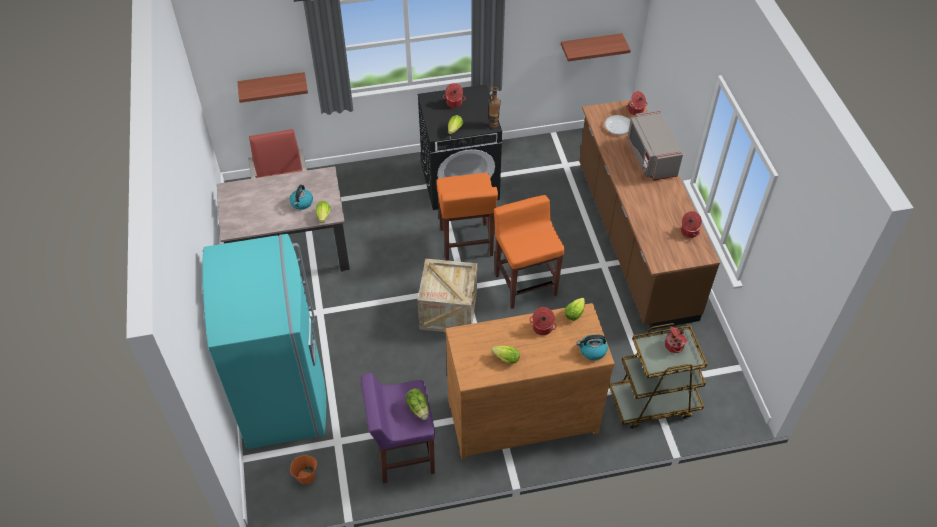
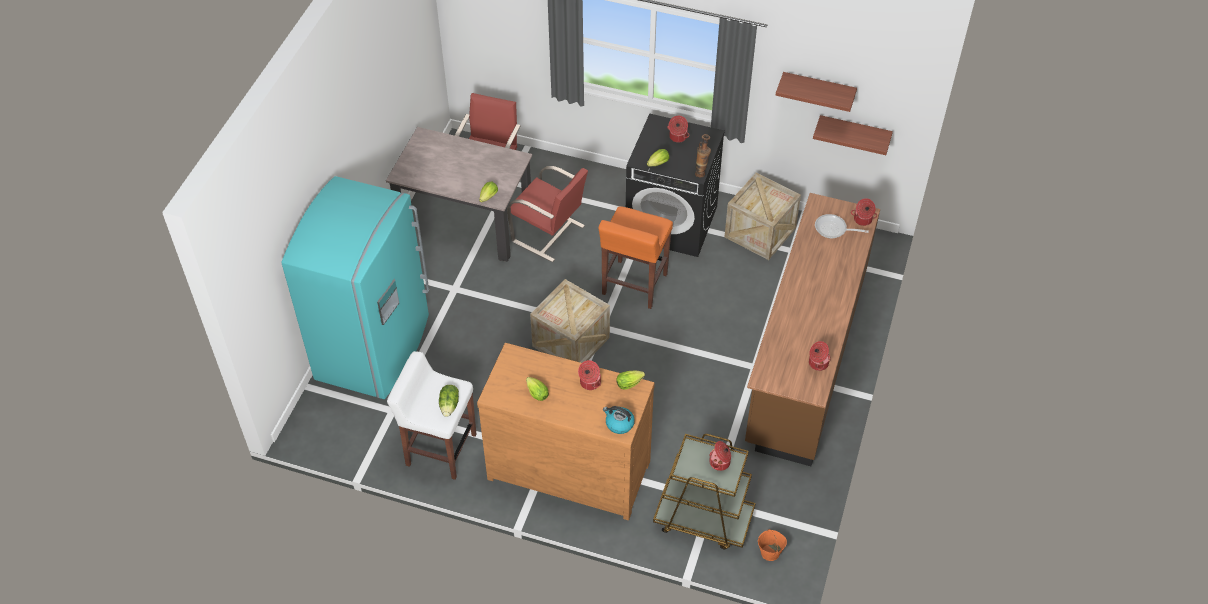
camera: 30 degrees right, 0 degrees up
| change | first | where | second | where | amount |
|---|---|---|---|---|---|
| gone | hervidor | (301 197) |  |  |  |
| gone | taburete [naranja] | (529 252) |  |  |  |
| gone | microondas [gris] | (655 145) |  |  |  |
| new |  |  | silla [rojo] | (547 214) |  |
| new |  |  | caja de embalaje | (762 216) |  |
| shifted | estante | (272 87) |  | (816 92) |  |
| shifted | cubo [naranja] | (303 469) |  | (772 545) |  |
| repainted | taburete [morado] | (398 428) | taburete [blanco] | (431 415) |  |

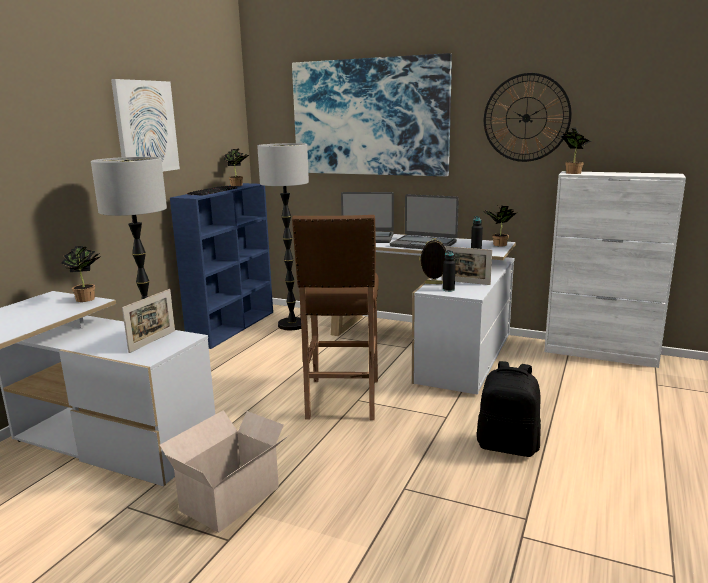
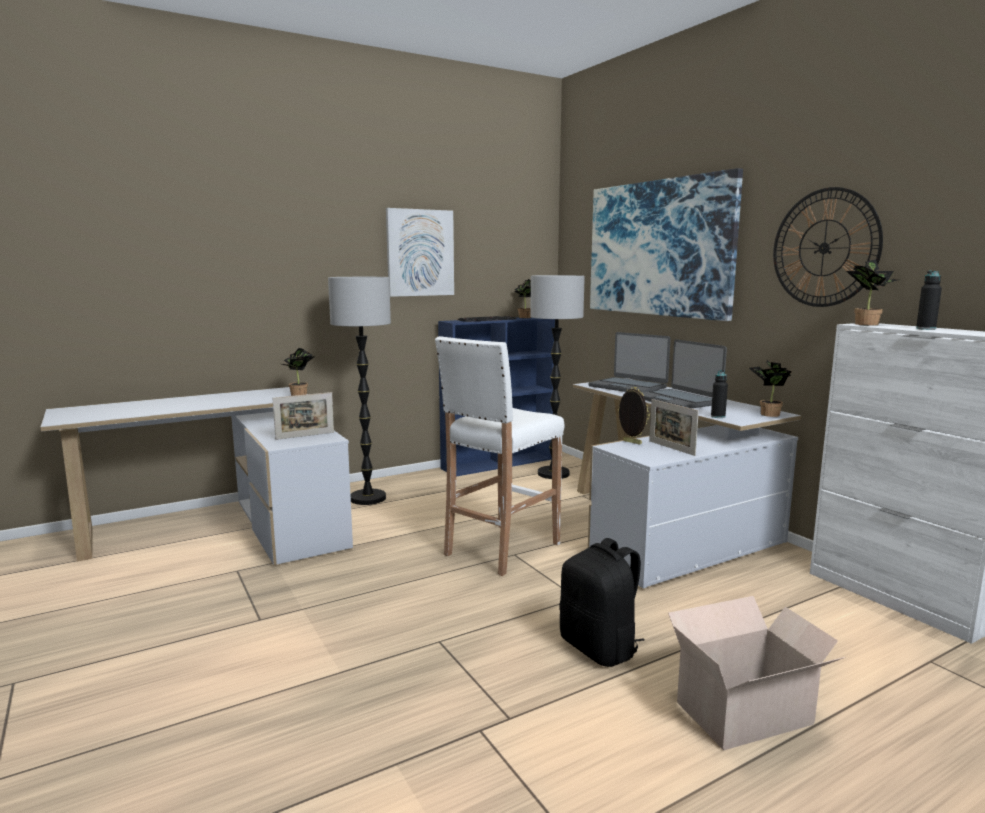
camera: 35 degrees right, 5 degrees down
| change | first | where | second | where | amount |
|---|---|---|---|---|---|
| shifted | caja de cartón | (224 471) |  | (756 673) |  |
| shifted | botella [negro] | (449 271) |  | (929 300) |  |
| repainted | taburete [marrón] | (335 317) | taburete [blanco] | (499 456) |  |

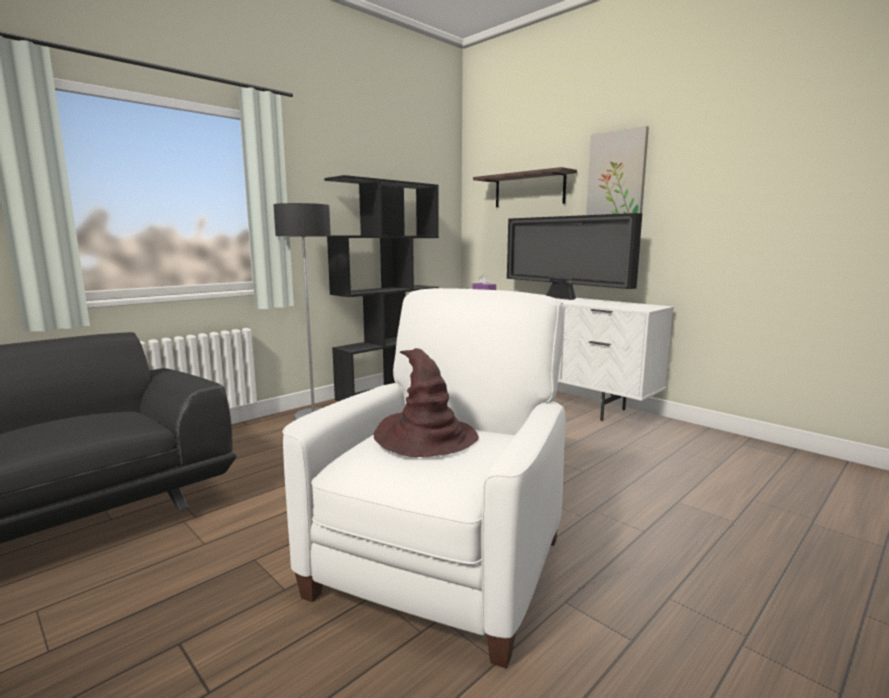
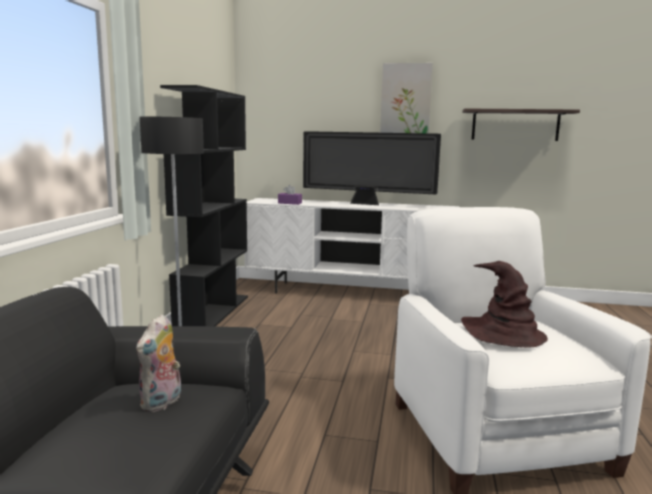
camera: 35 degrees left, 0 degrees up
| change | first | where | second | where | amount |
|---|---|---|---|---|---|
| new |  |  | peluche | (158 363) |  |
| shifted | estante | (525 187) |  | (521 124) |  |

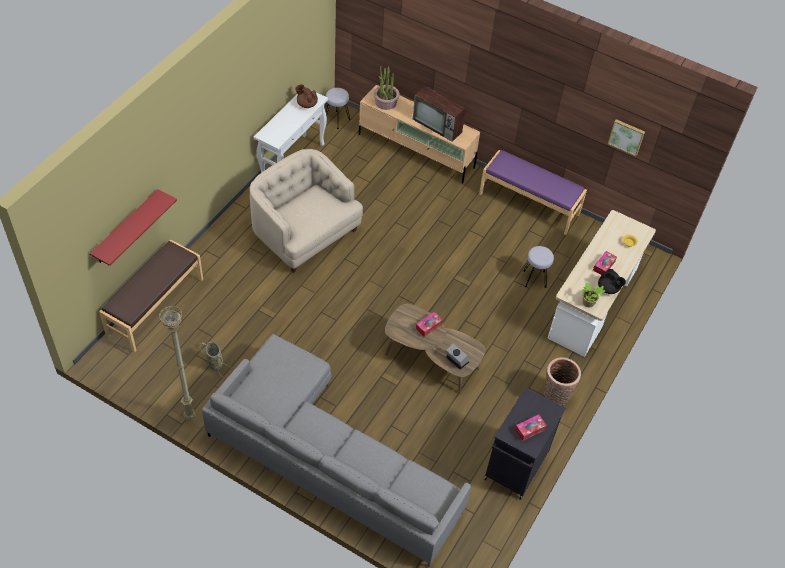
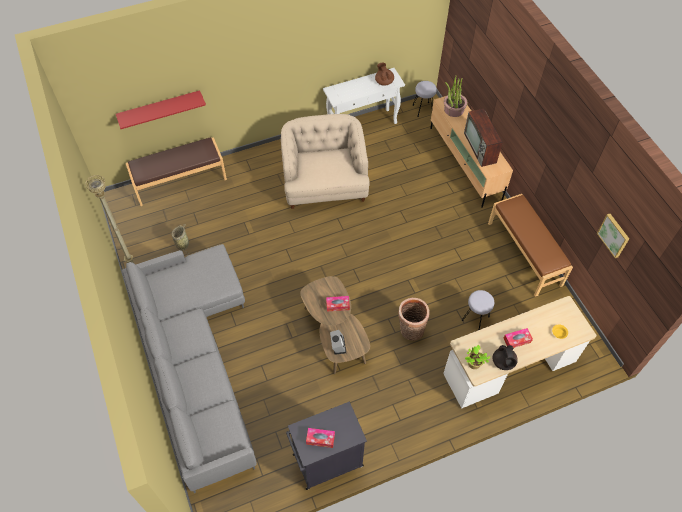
camera: 40 degrees right, 5 degrees up
| change | first | where | second | where | amount |
|---|---|---|---|---|---|
| shifted | cesta | (562 381) |  | (414 319) |  |
| repainted | banco [morado] | (533 192) | banco [marrón] | (530 245) |  |

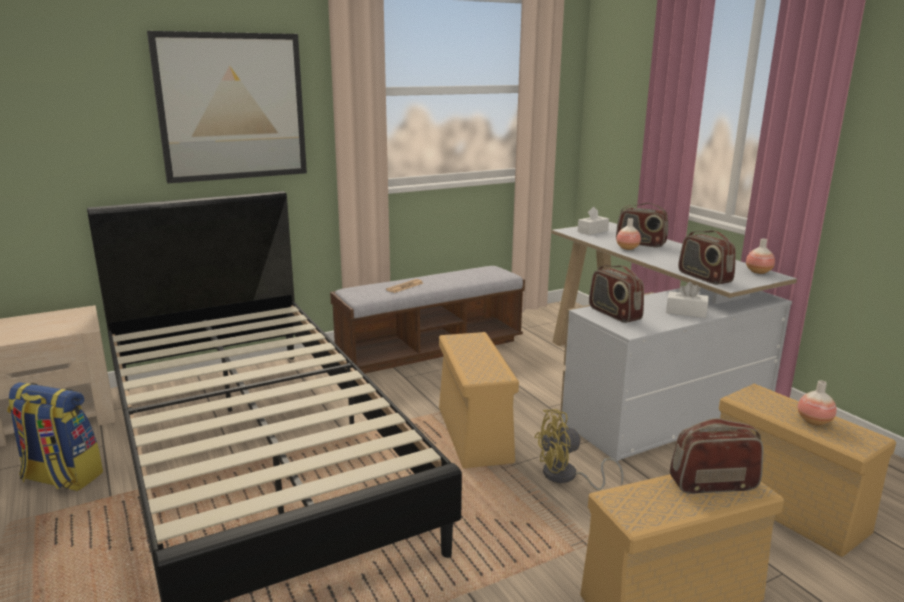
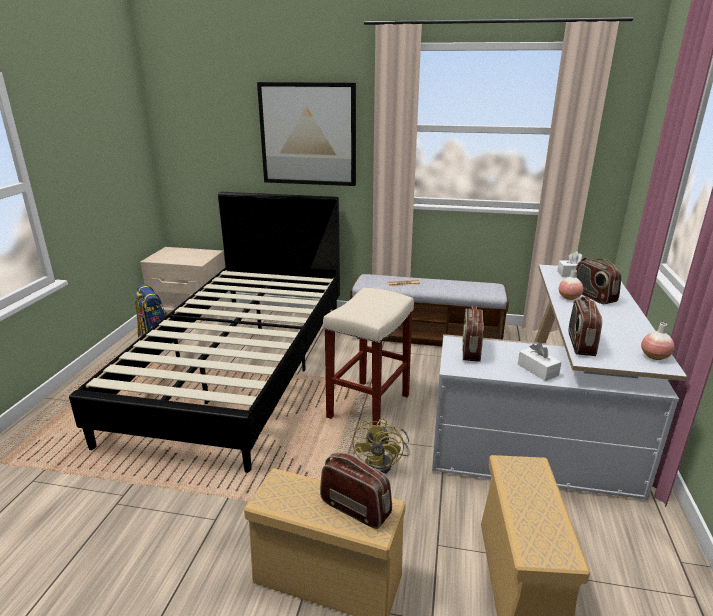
camera: 40 degrees right, 5 degrees up
| change | first | where | second | where | amount |
|---|---|---|---|---|---|
| gone | florero | (817 403) |  |  |  |
| swapped | caja de almacenaje [beis] | (479 400) | taburete [beis] | (368 357) |  |
| rotated | ventilador [amarillo] | (579 449) |  | (381 446) | 105 degrees counterclockwise |

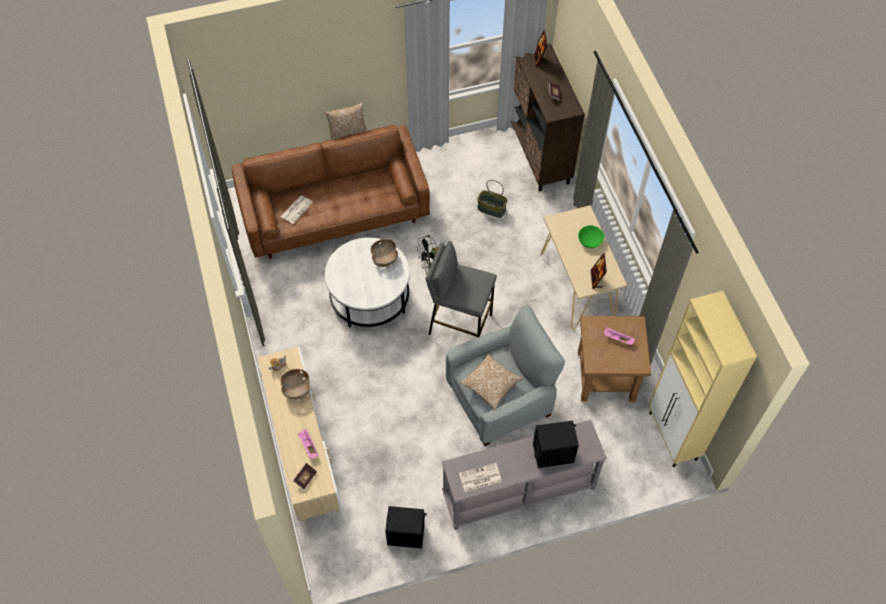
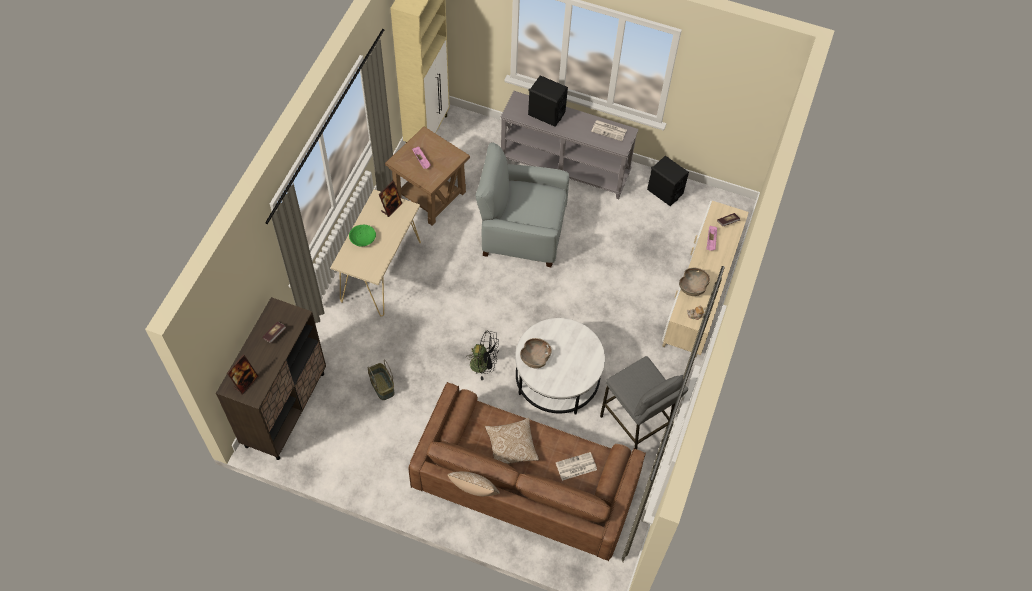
camera: 145 degrees left, 0 degrees up
| change | first | where | second | where | amount |
|---|---|---|---|---|---|
| shifted | taburete [gris] | (461 289) |  | (644 402) |  |
| shifted | cojín | (491 381) |  | (512 441) |  |

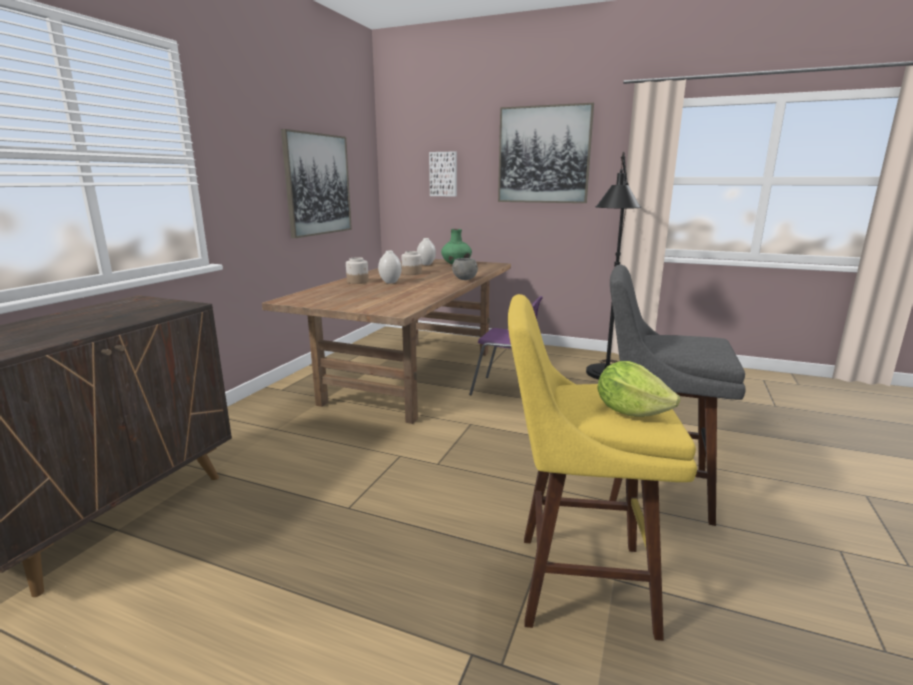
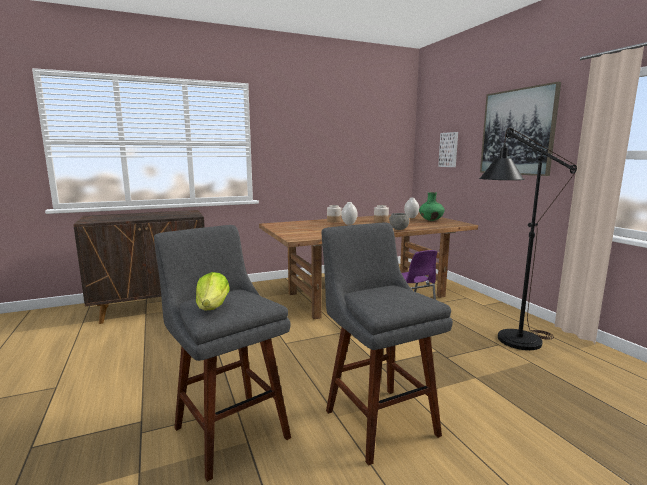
camera: 45 degrees right, 5 degrees down
| change | first | where | second | where | amount |
|---|---|---|---|---|---|
| gone | cuadro | (316 183) |  |  |  |
| repainted | taburete [amarillo] | (602 467) | taburete [gris] | (222 353) |  |

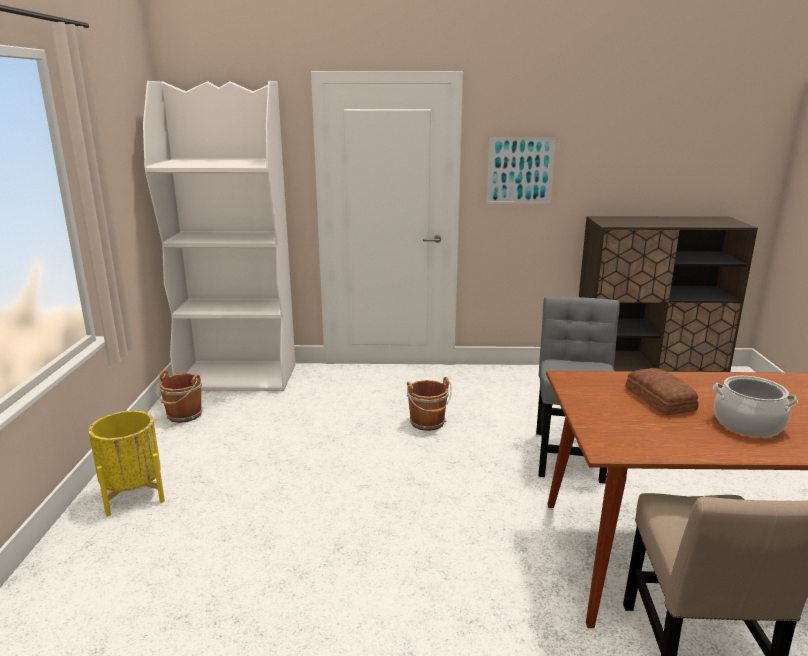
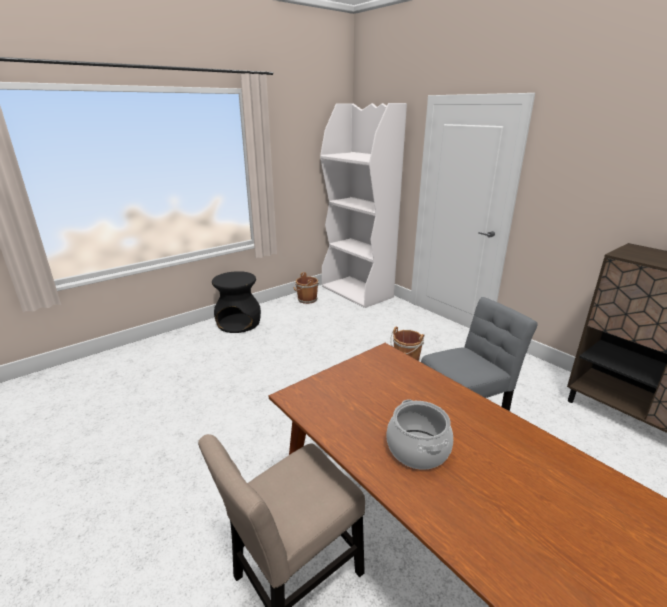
camera: 50 degrees right, 5 degrees up
| change | first | where | second | where | amount |
|---|---|---|---|---|---|
| gone | cuadro | (521 170) |  |  |  |
| gone | pan | (662 392) |  |  |  |
| swapped | maceta [amarillo] | (127 463) | taburete [negro] | (236 302) |  |

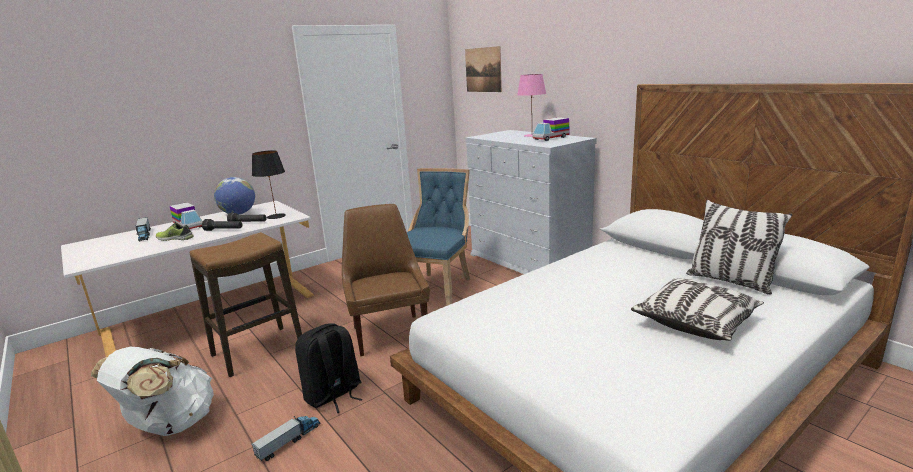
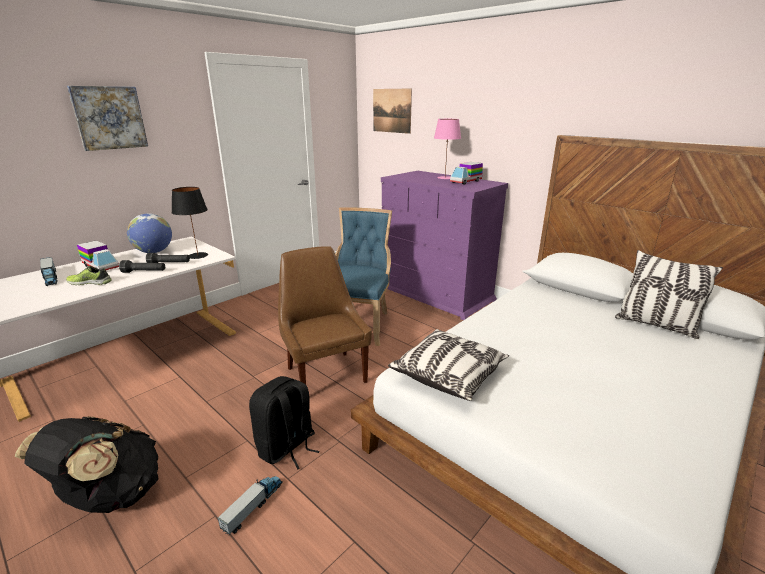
camera: 10 degrees left, 5 degrees up
| change | first | where | second | where | amount |
|---|---|---|---|---|---|
| gone | taburete | (246 304) |  |  |  |
| new |  |  | cuadro | (107 118) |  |
| shifted | cojín | (697 309) |  | (448 365) |  |
| repainted | mochila [blanco] | (152 391) | mochila [negro] | (86 464) |  |
| repainted | cómoda [blanco] | (531 202) | cómoda [morado] | (444 245) |  |

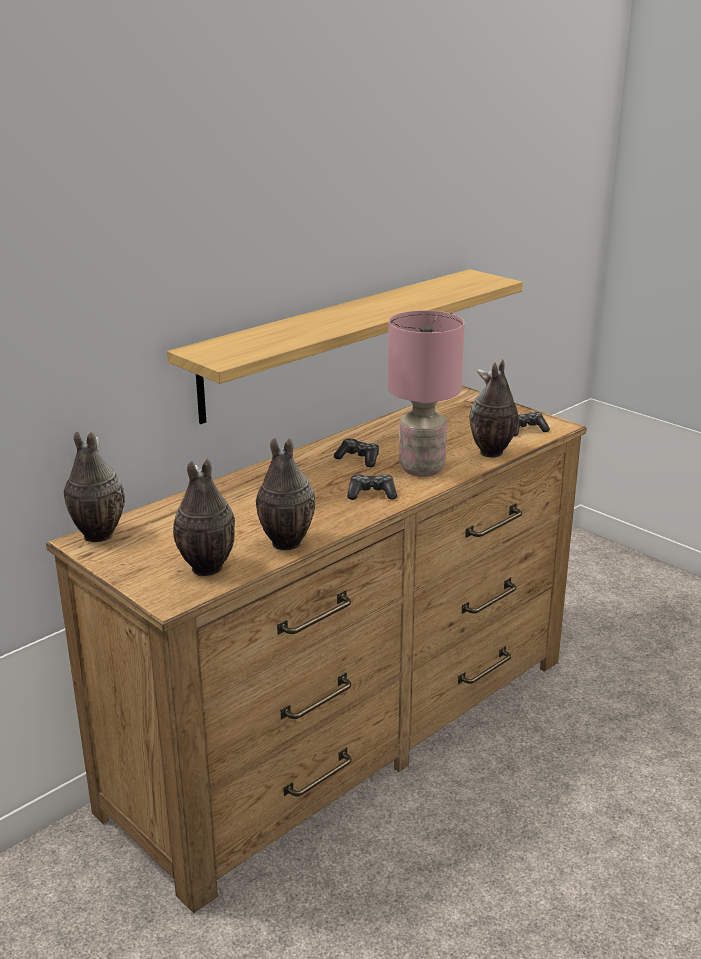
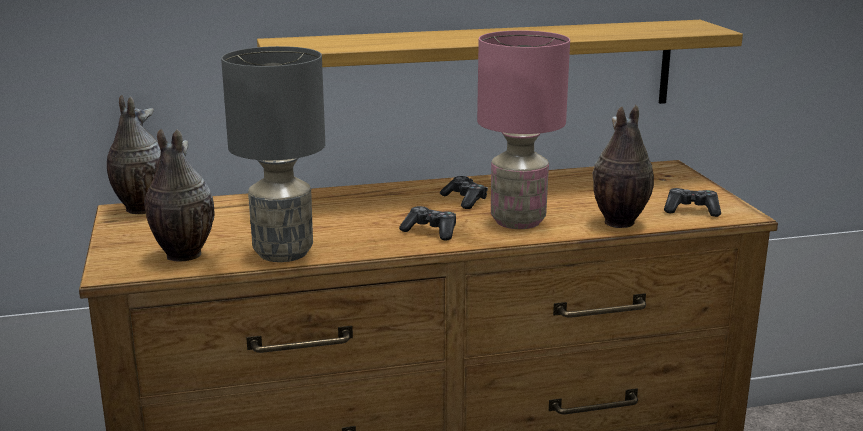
camera: 30 degrees right, 5 degrees down
| change | first | where | second | where | amount |
|---|---|---|---|---|---|
| swapped | florero | (285 494) | lámpara de mesa [gris] | (273 154) |  |

